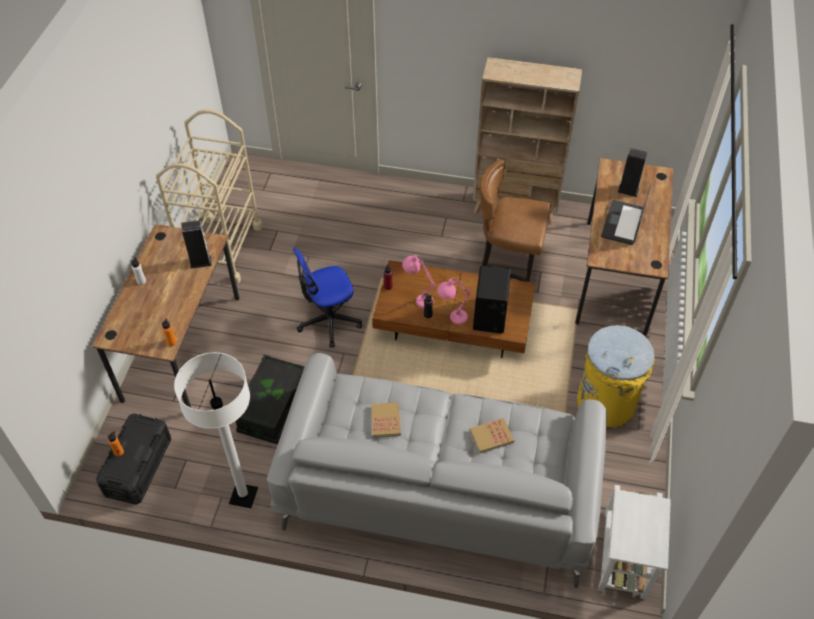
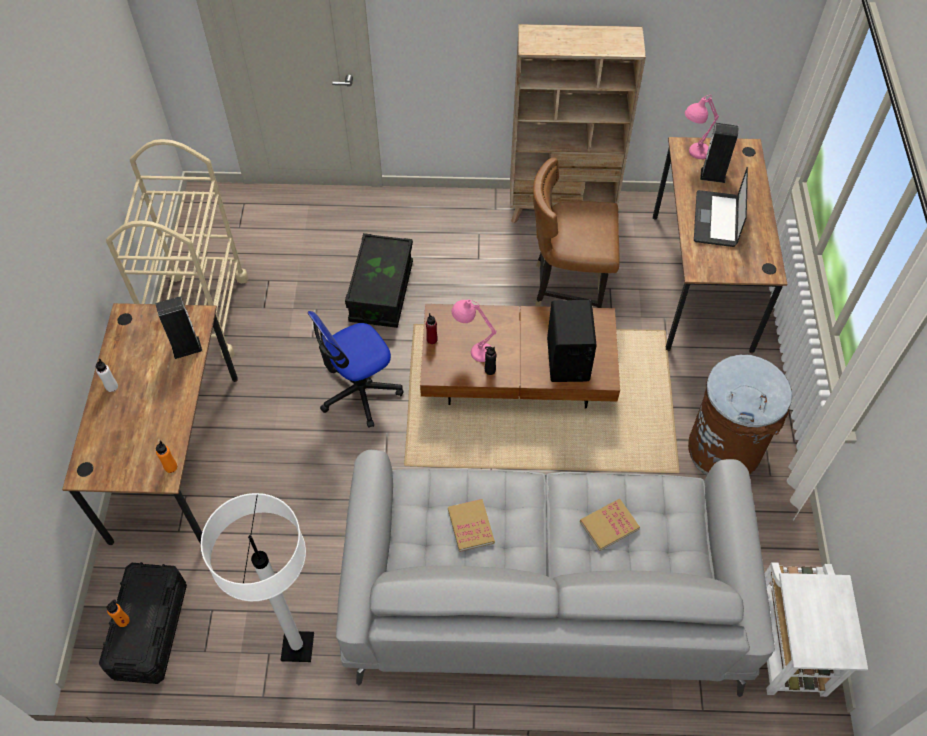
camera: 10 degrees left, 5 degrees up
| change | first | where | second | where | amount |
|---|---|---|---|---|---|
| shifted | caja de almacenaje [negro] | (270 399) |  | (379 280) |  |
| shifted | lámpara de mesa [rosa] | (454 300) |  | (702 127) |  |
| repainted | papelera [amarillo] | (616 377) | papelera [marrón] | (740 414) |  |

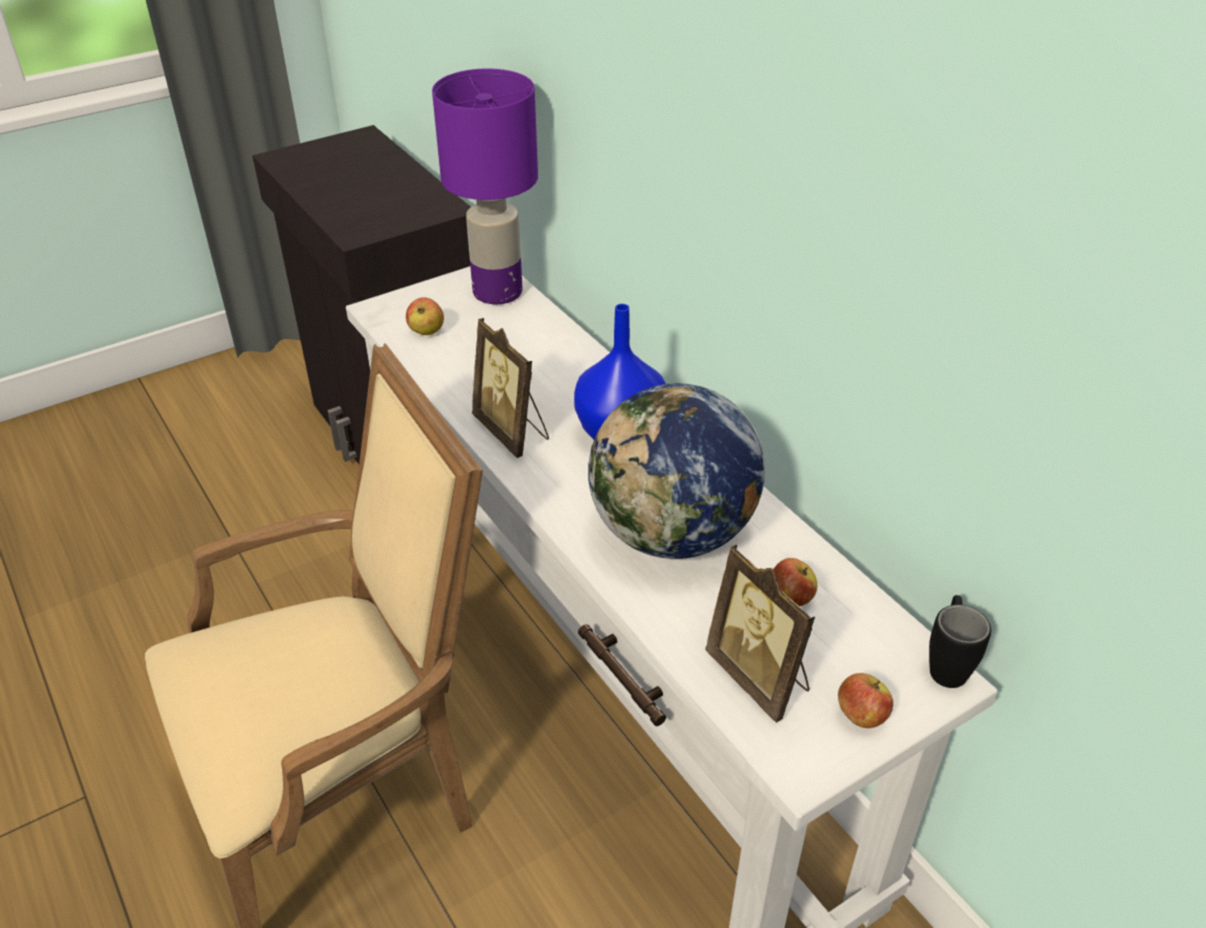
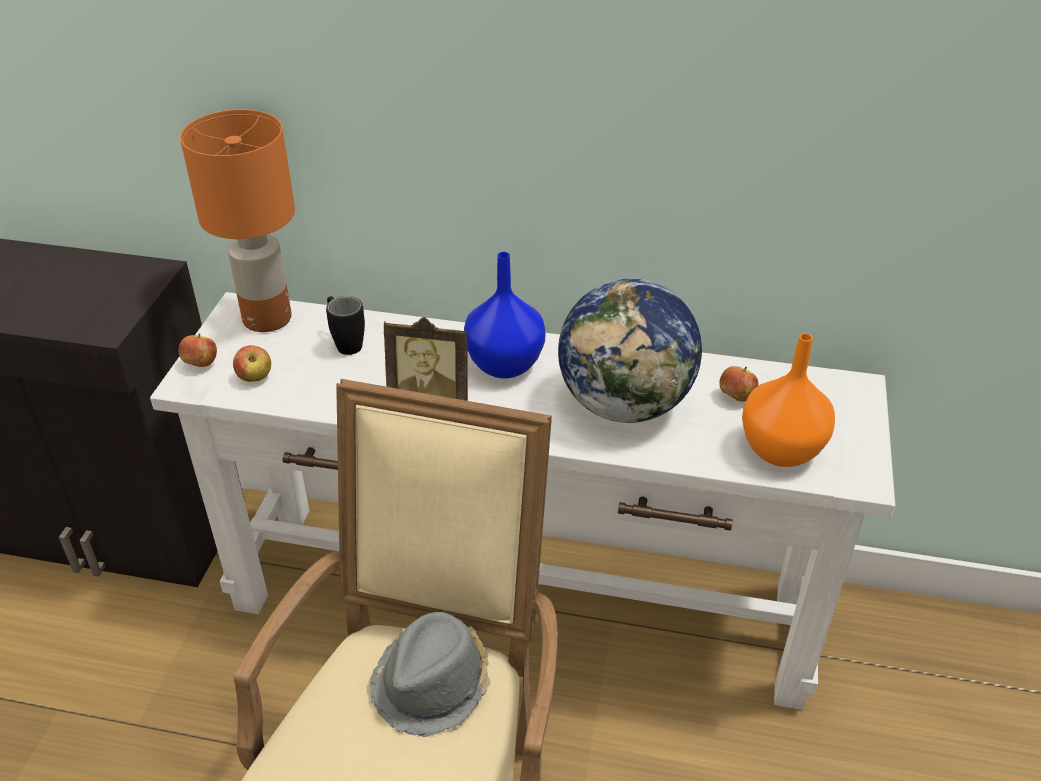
camera: 45 degrees left, 0 degrees up
| change | first | where | second | where | amount |
|---|---|---|---|---|---|
| new |  |  | sombrero [gris] | (430 674) |  |
| shifted | manzana | (865 700) |  | (198 350) |  |
| shifted | taza grande [negro] | (960 641) |  | (345 325) |  |
| swapped | portarretratos | (760 634) | florero [naranja] | (788 400) |  |
| repainted | lámpara de mesa [morado] | (485 186) | lámpara de mesa [naranja] | (237 220) |  |

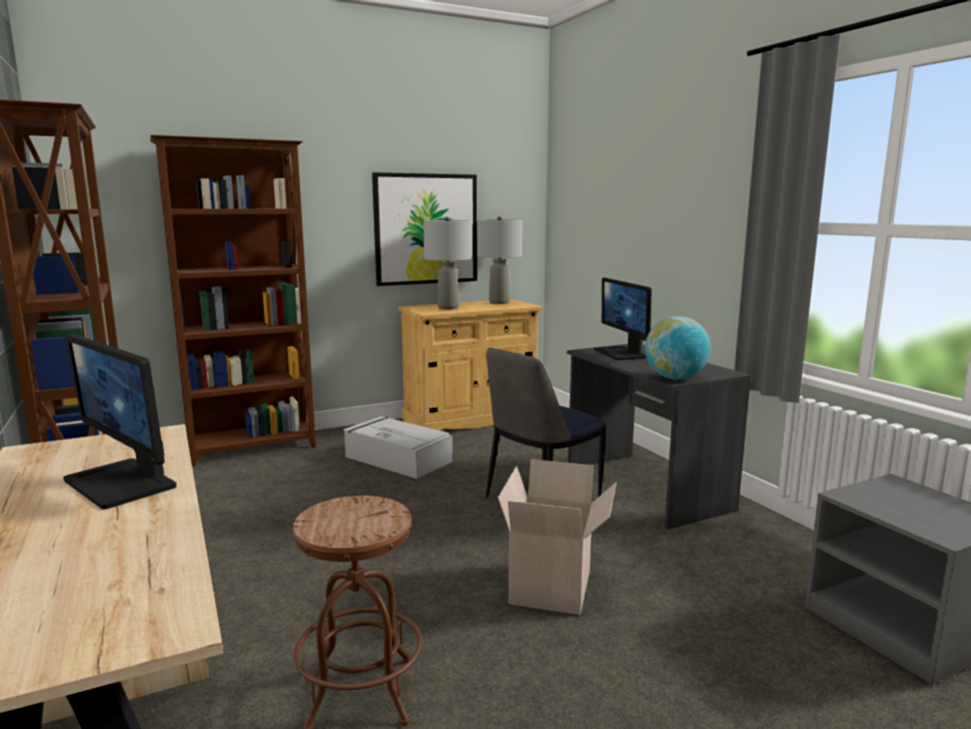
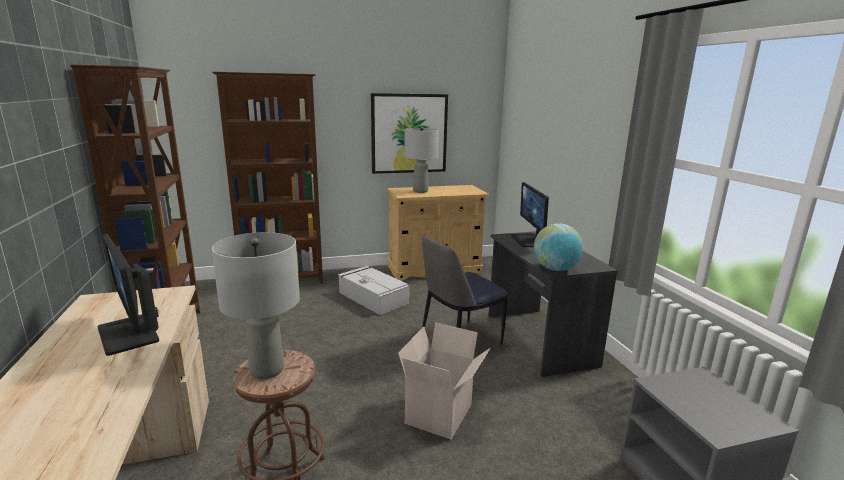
camera: 10 degrees right, 5 degrees up
| change | first | where | second | where | amount |
|---|---|---|---|---|---|
| shifted | lámpara de mesa [gris] | (499 260) |  | (256 305) |  |

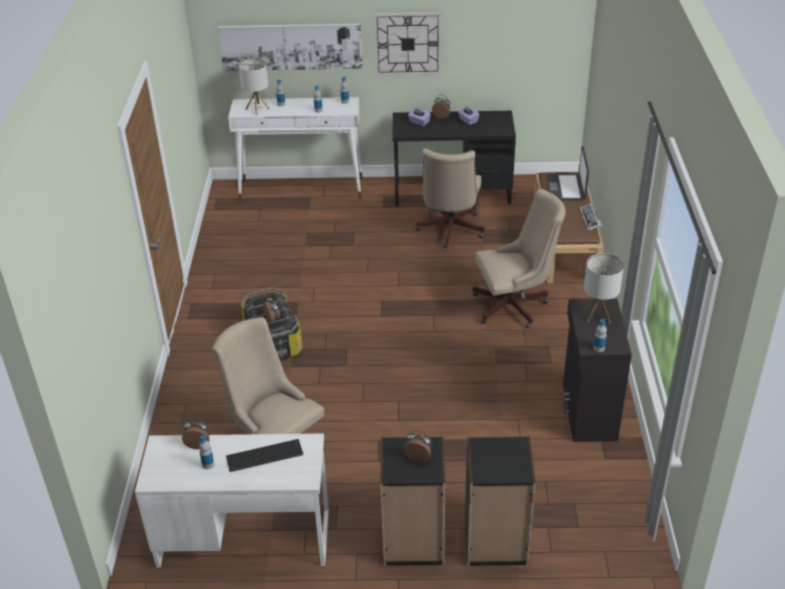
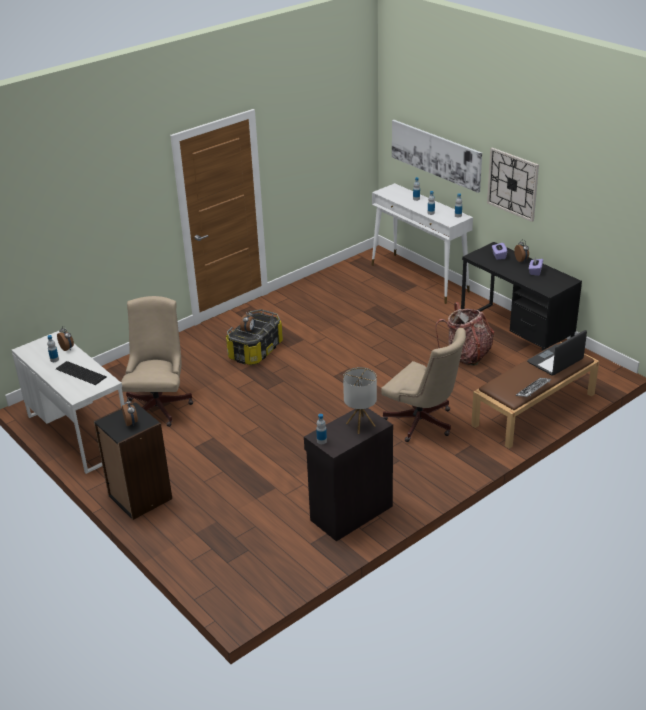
camera: 50 degrees right, 5 degrees down
| change | first | where | second | where | amount |
|---|---|---|---|---|---|
| gone | lámpara de mesa | (254 86) |  |  |  |
| gone | estantería [negro] | (500 501) |  |  |  |
| swapped | silla de oficina [beis] | (450 198) | mochila | (464 334) |  |

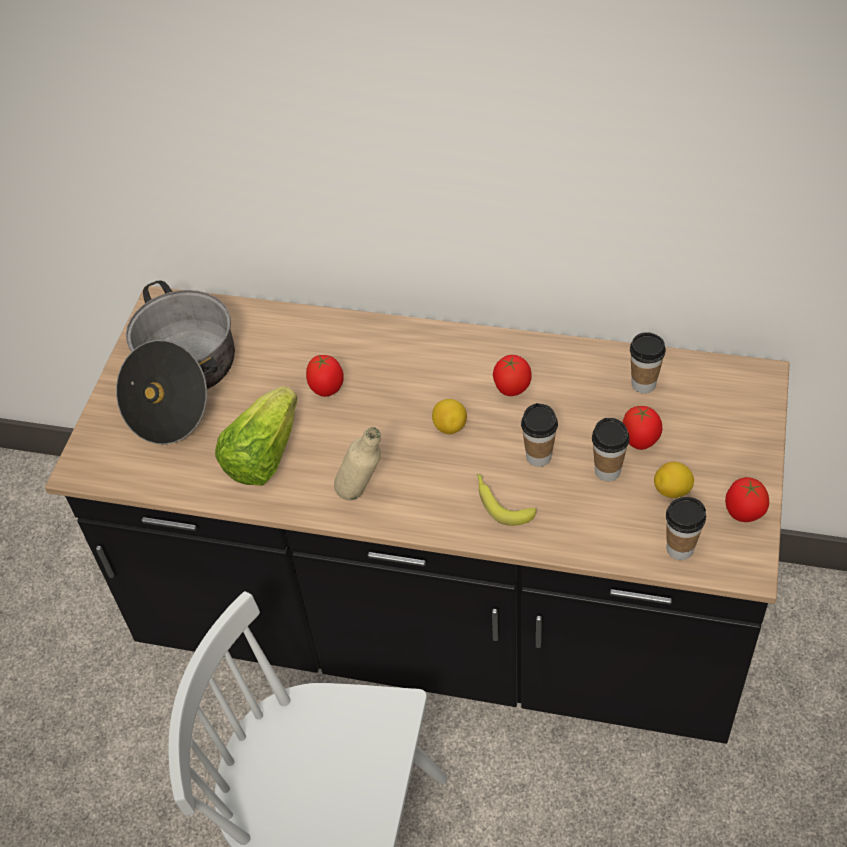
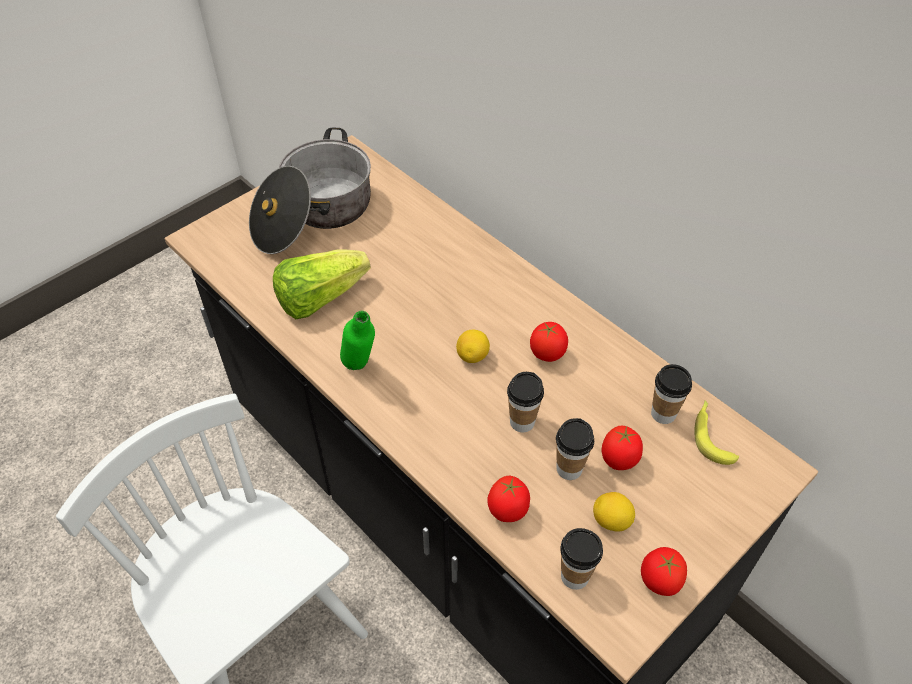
camera: 30 degrees right, 0 degrees up
| change | first | where | second | where | amount |
|---|---|---|---|---|---|
| shifted | tomate | (325 376) |  | (508 499) |  |
| shifted | plátano | (506 500) |  | (716 433) |  |
| repainted | botella [beis] | (357 463) | botella [verde] | (357 340) |  |

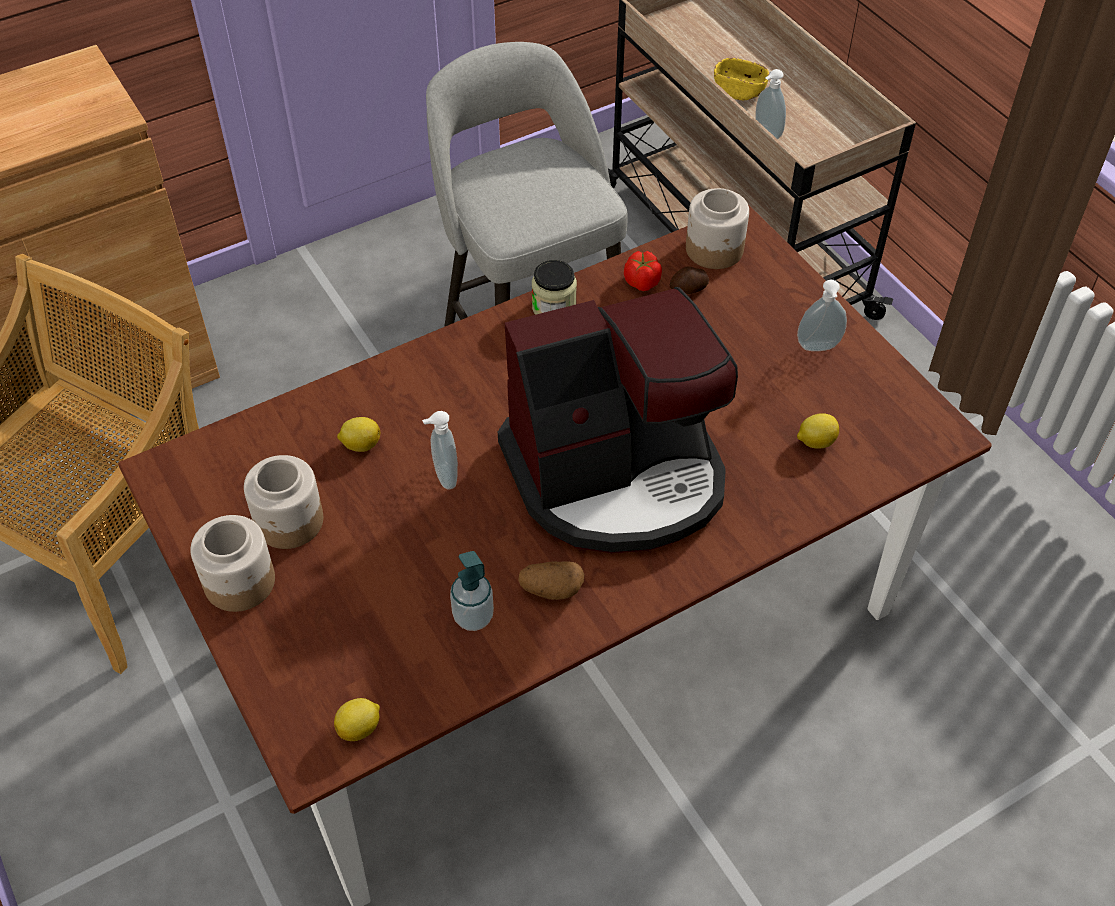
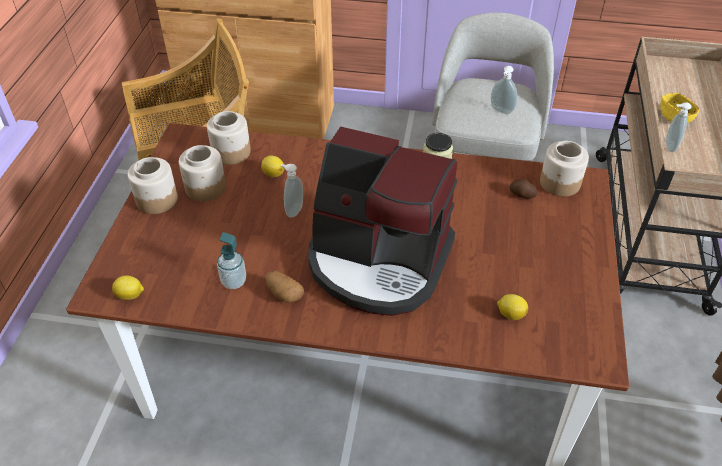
camera: 40 degrees right, 5 degrees down
| change | first | where | second | where | amount |
|---|---|---|---|---|---|
| gone | tomate | (643 271) |  |  |  |
| new |  |  | tarro | (229 138) |  |
| shifted | dispensador de jabón | (822 315) |  | (504 90) |  |

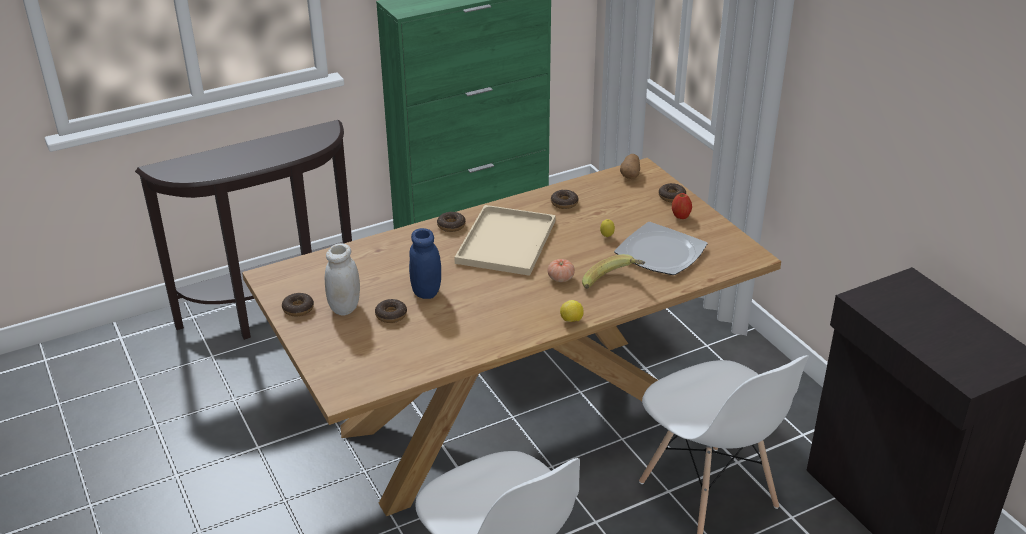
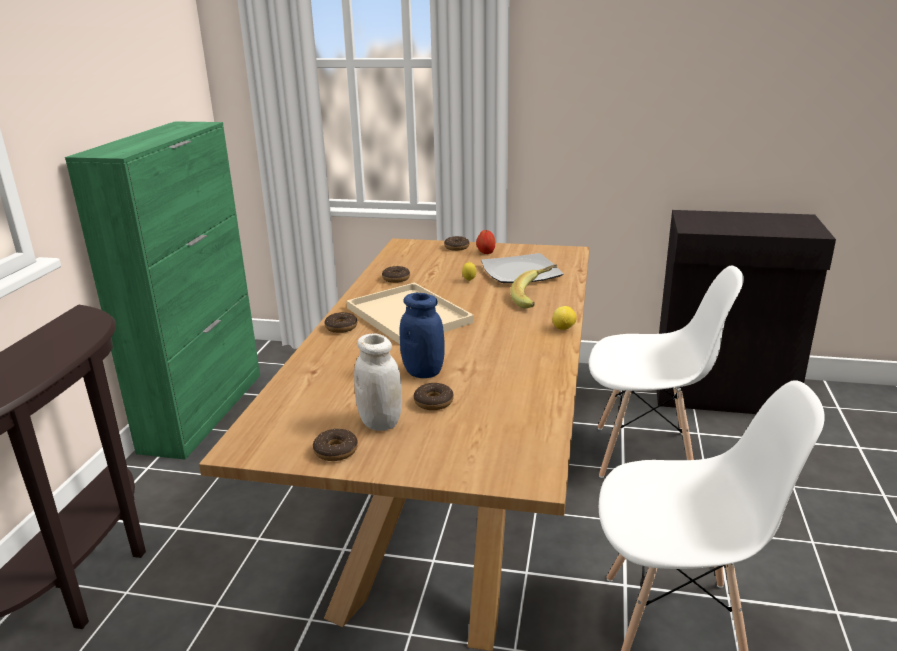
camera: 50 degrees left, 10 degrees down
| change | first | where | second | where | amount |
|---|---|---|---|---|---|
| gone | tomate | (561 270) |  |  |  |
| gone | patata | (630 166) |  |  |  |

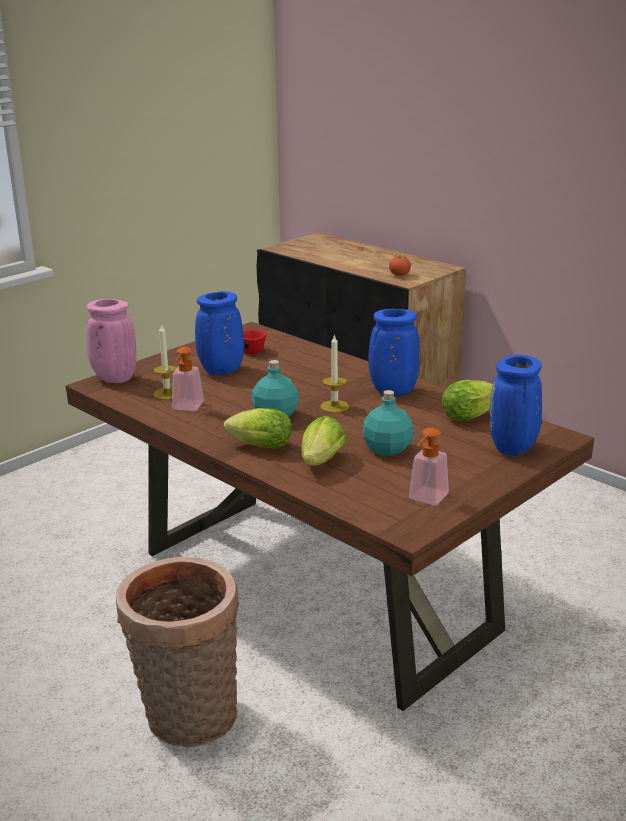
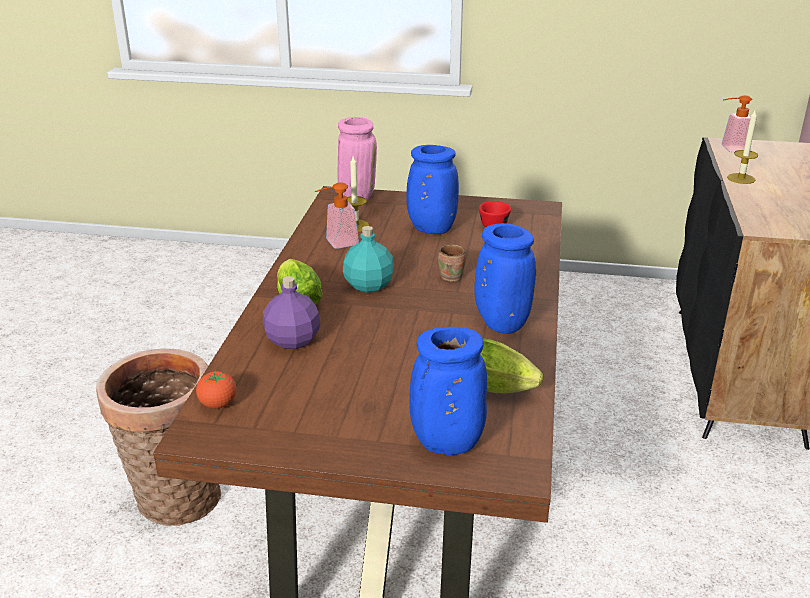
camera: 55 degrees right, 5 degrees up
| change | first | where | second | where | amount |
|---|---|---|---|---|---|
| gone | botella [turquesa] | (388 423) |  |  |  |
| new |  |  | taza grande [marrón] | (452 263) |  |
| shifted | vela | (335 373) |  | (742 147) |  |
| shifted | tomate | (400 265) |  | (216 389) |  |
| shifted | dispensador de jabón | (429 466) |  | (736 123) |  |
| swapped | lechuga | (324 441) | botella [morado] | (291 312) |  |

